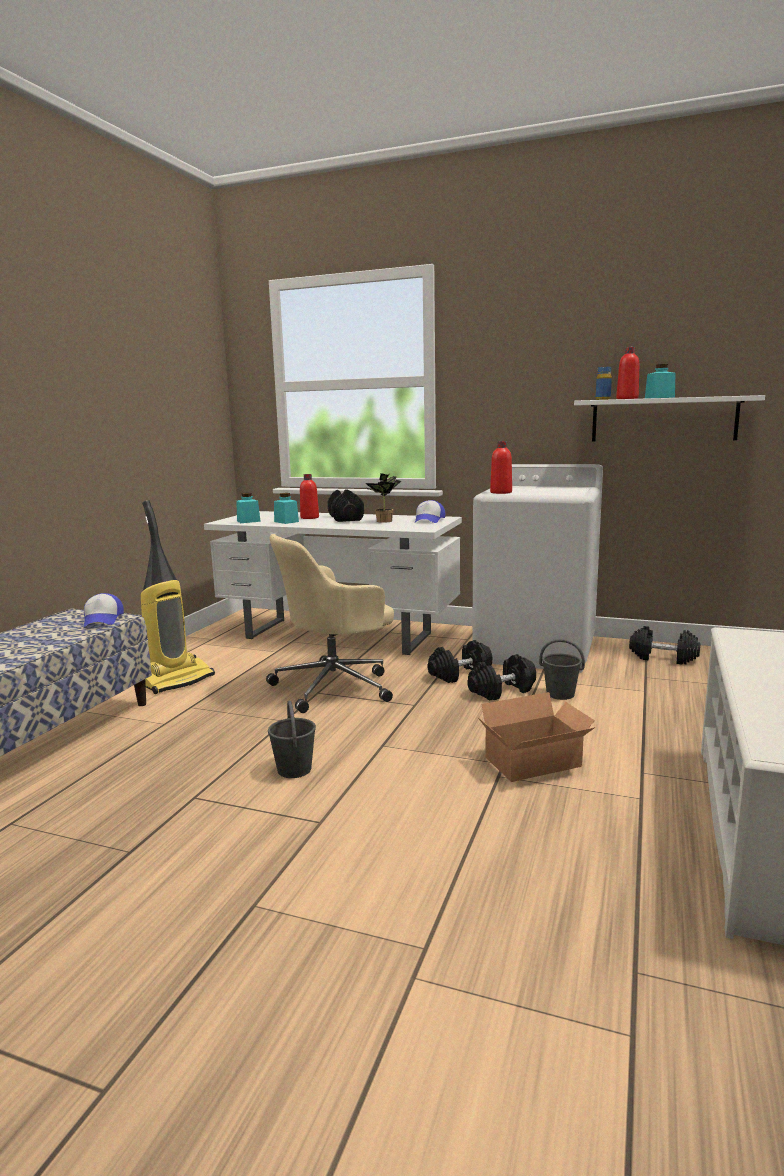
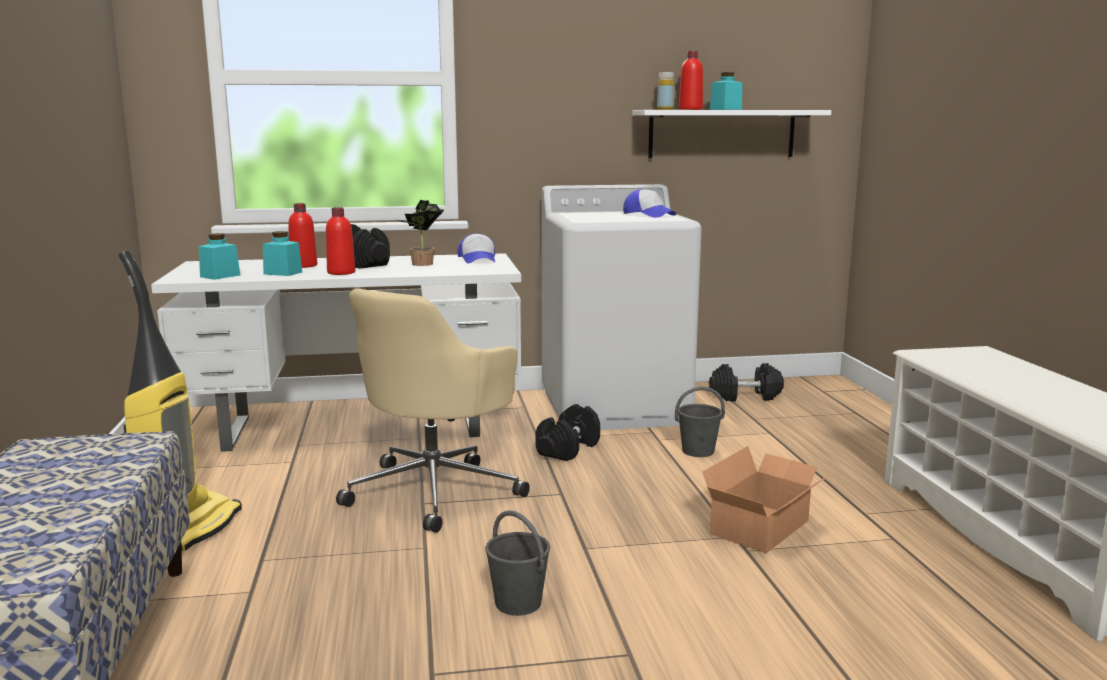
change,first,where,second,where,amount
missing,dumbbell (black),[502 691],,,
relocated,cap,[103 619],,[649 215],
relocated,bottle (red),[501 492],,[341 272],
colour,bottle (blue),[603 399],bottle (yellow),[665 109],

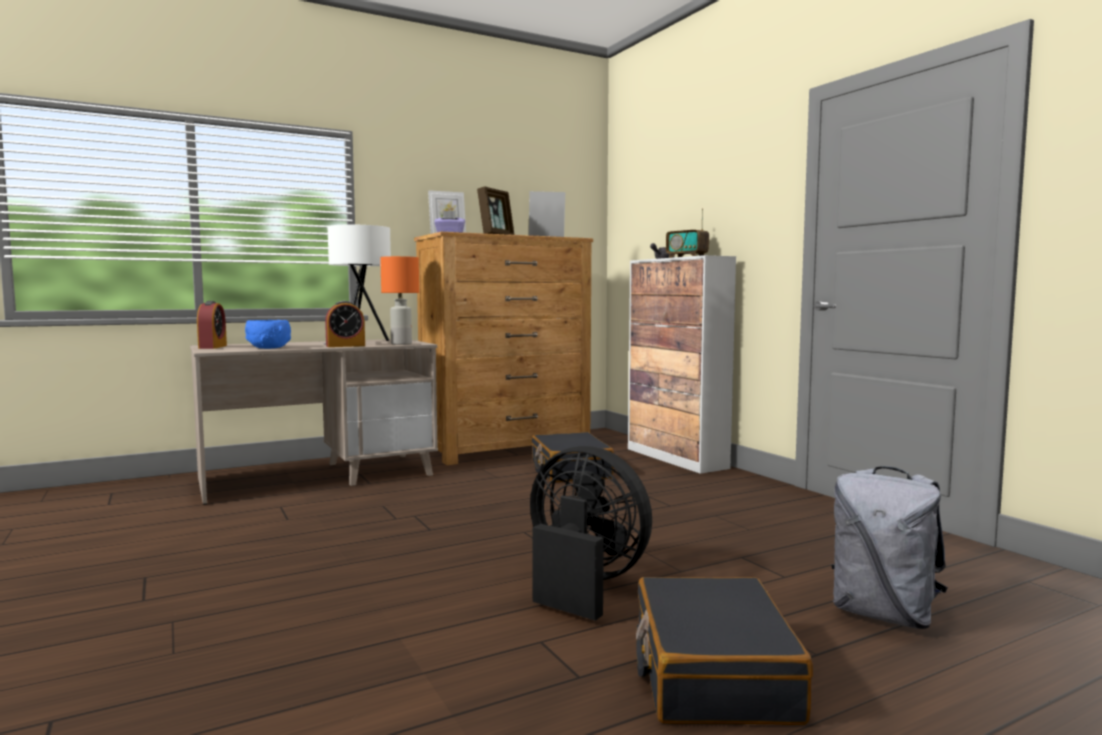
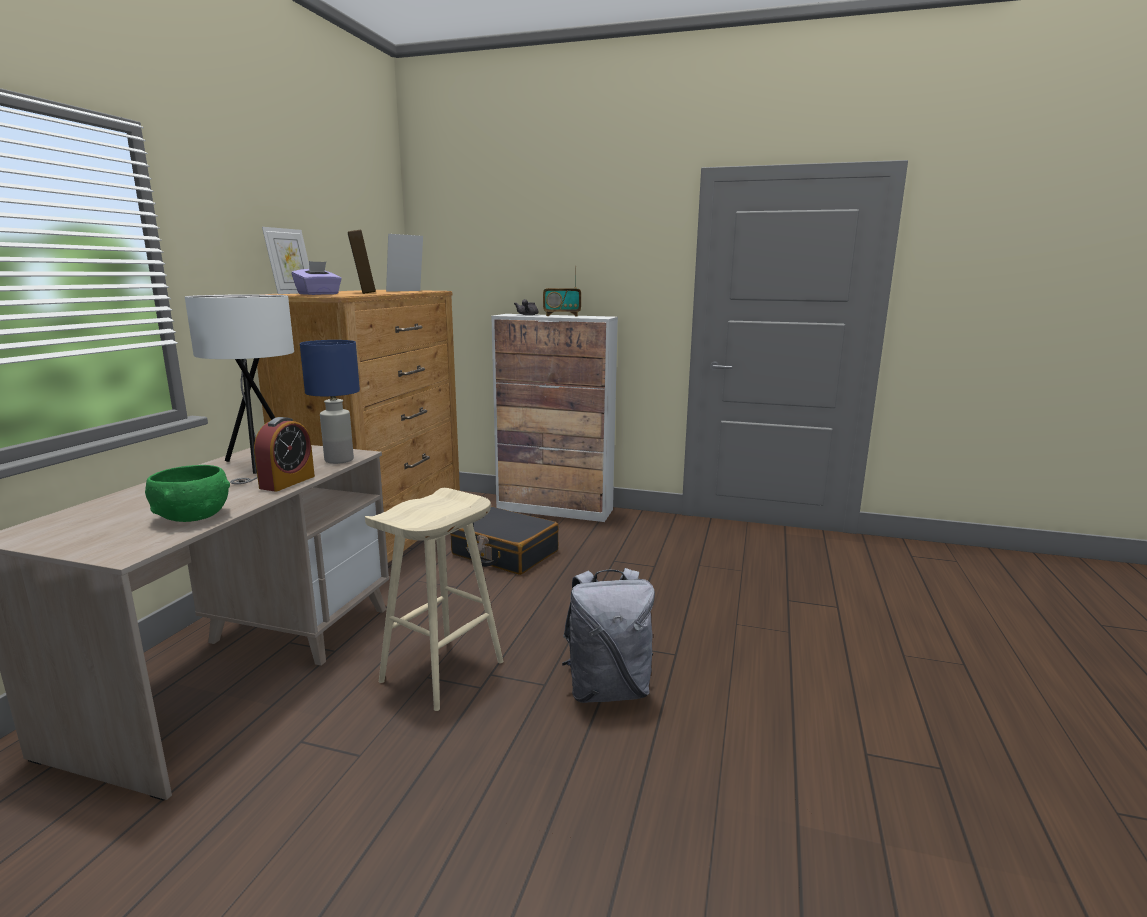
change,first,where,second,where,amount
missing,alarm clock,[212 347],,,
missing,fan (black),[583 584],,,
missing,suitcase (black),[712 673],,,
appeared,,,stool (beige),[442 672],
relocated,backpack (grey),[884 615],,[608 689],
colour,bowl (blue),[268 348],bowl (green),[192 517],
colour,table lamp (orange),[400 344],table lamp (blue),[338 460],

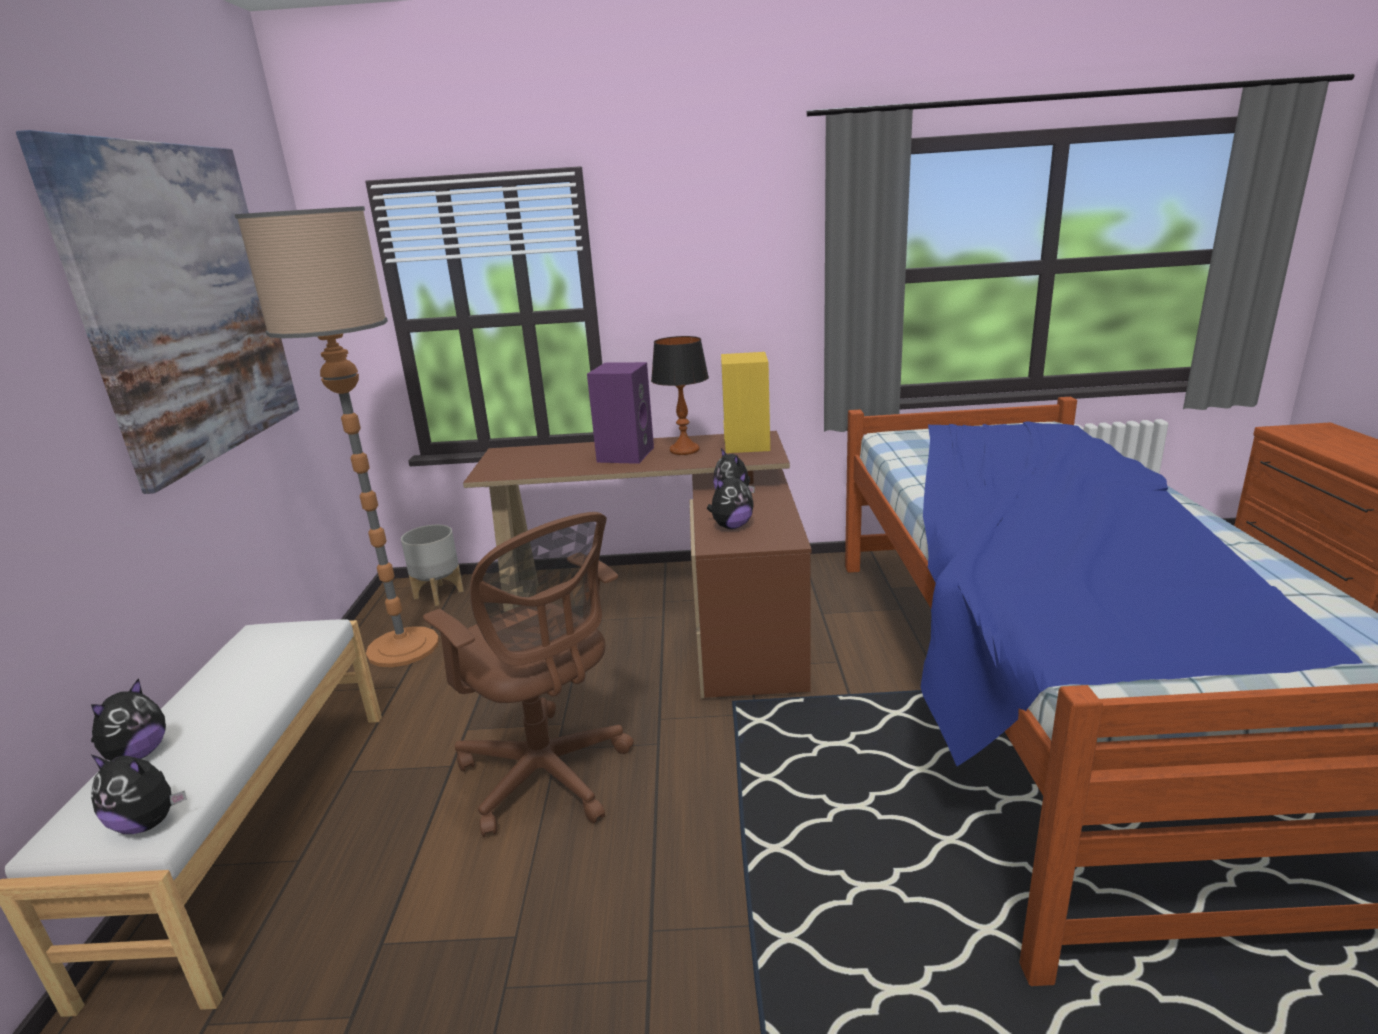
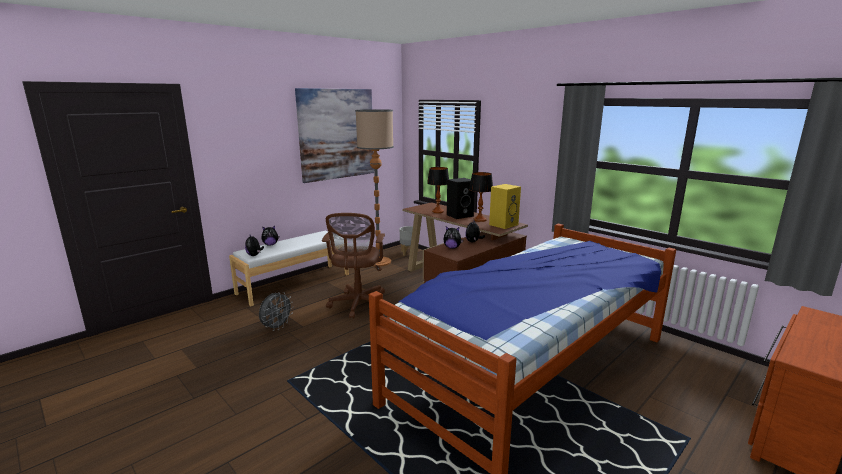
change,first,where,second,where,amount
appeared,,,fan (grey),[277 327],
appeared,,,table lamp,[438 211],
colour,speaker (purple),[625 454],speaker (black),[460 215],

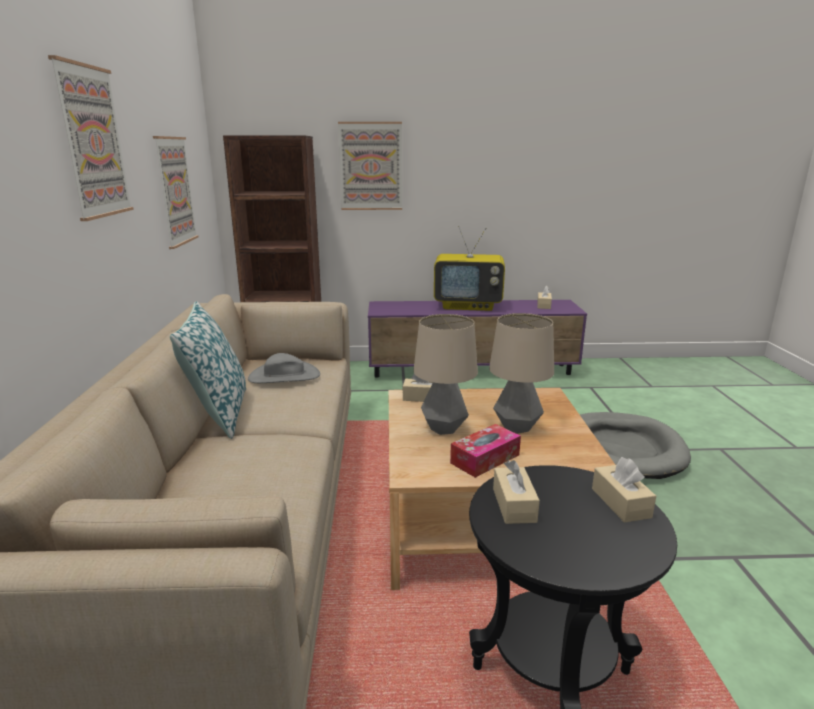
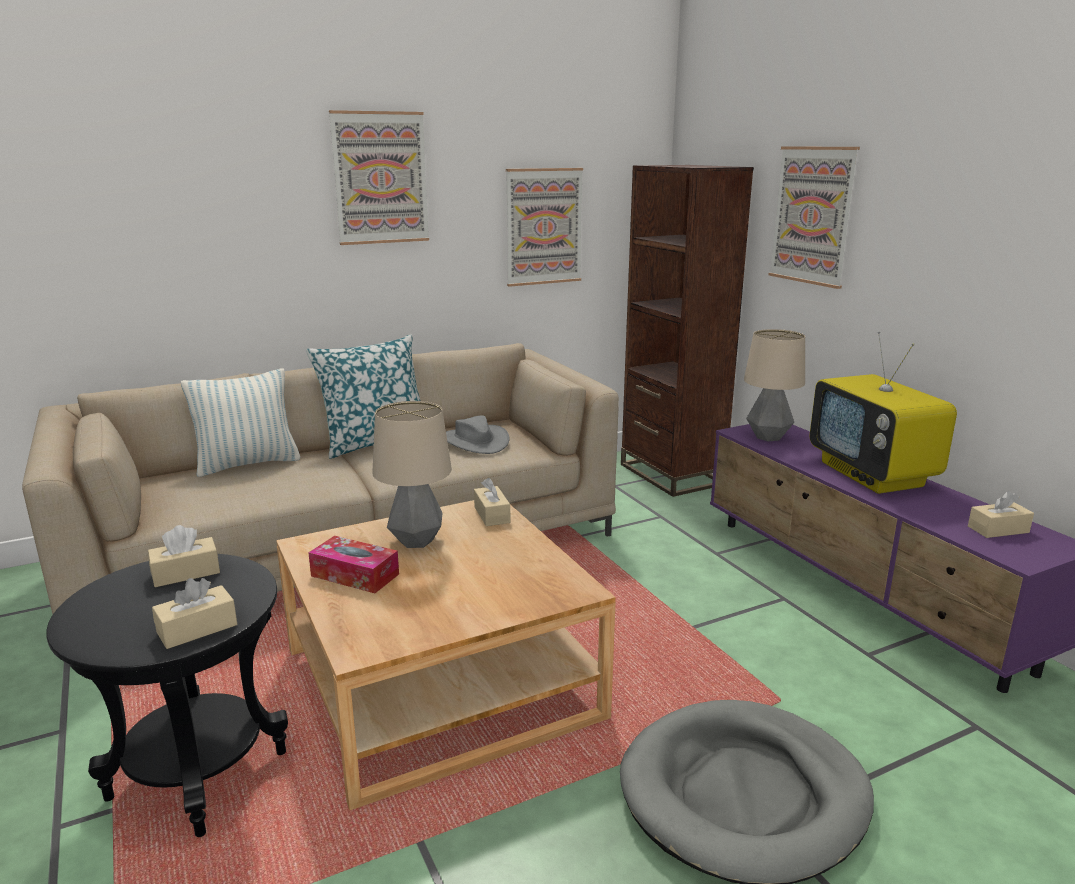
change,first,where,second,where,amount
appeared,,,pillow,[248 464],
relocated,table lamp,[517 427],,[768 437],

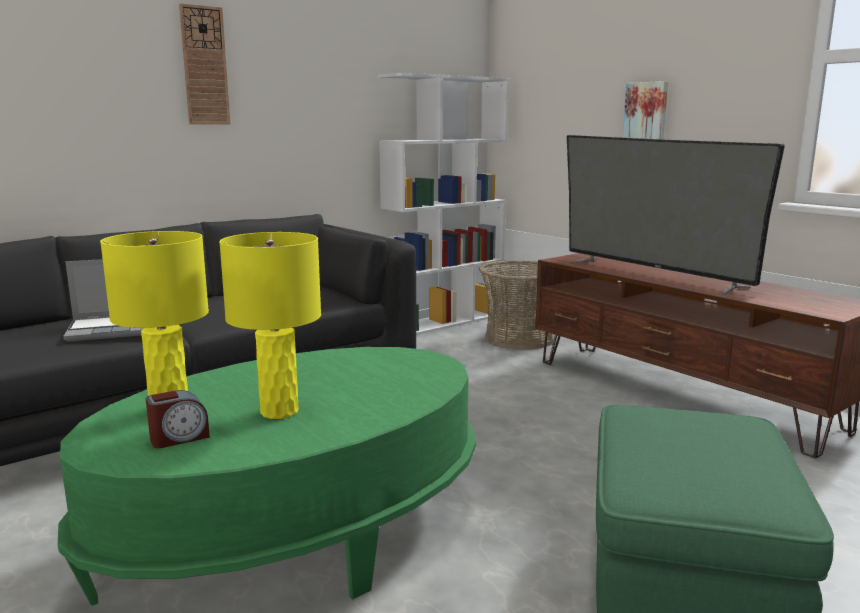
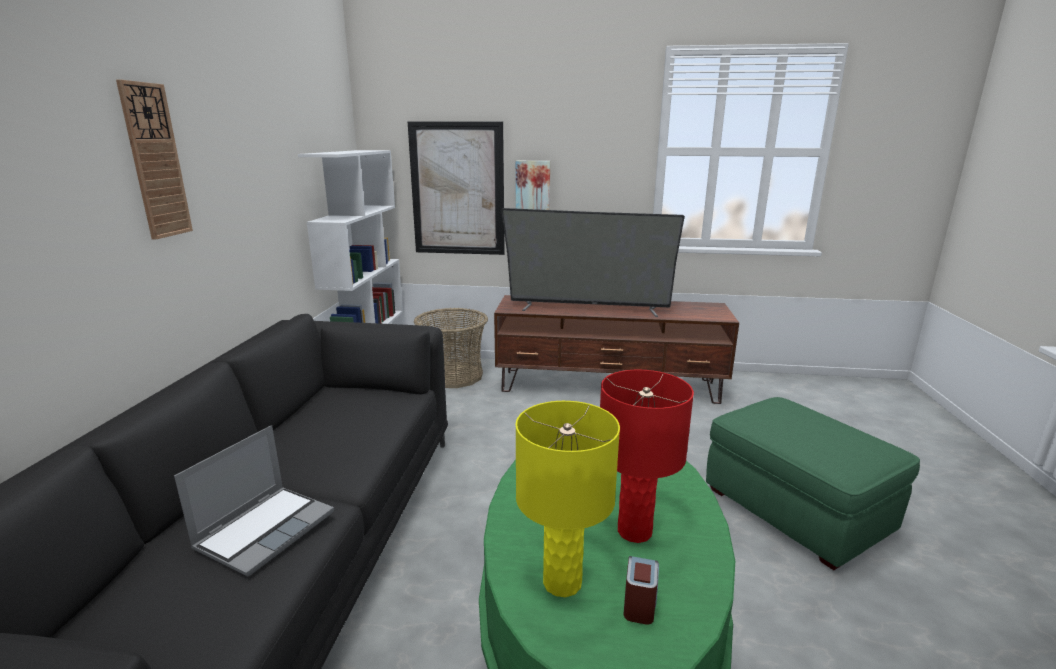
change,first,where,second,where,amount
appeared,,,picture,[457 189],
colour,table lamp (yellow),[279 411],table lamp (red),[634 531],

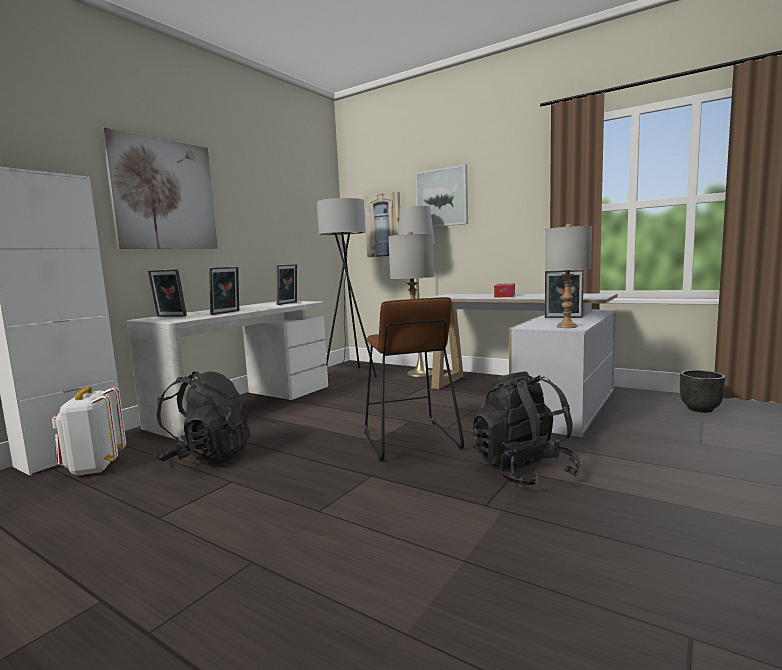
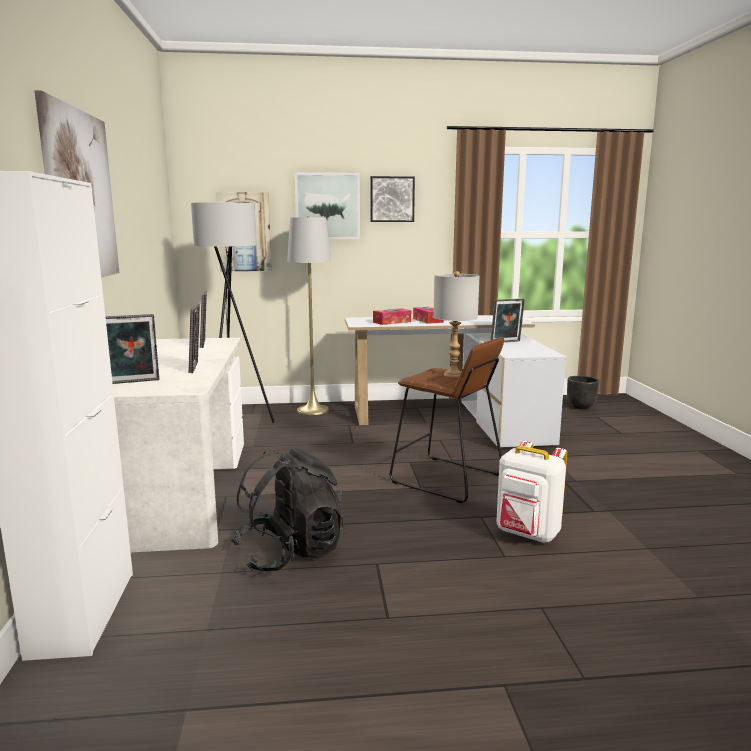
change,first,where,second,where,amount
missing,backpack (black),[523 470],,,
missing,table lamp (grey),[566 326],,,
appeared,,,picture,[392 199],
appeared,,,tissue box,[392 322],
relocated,backpack (white),[94 468],,[527 534],

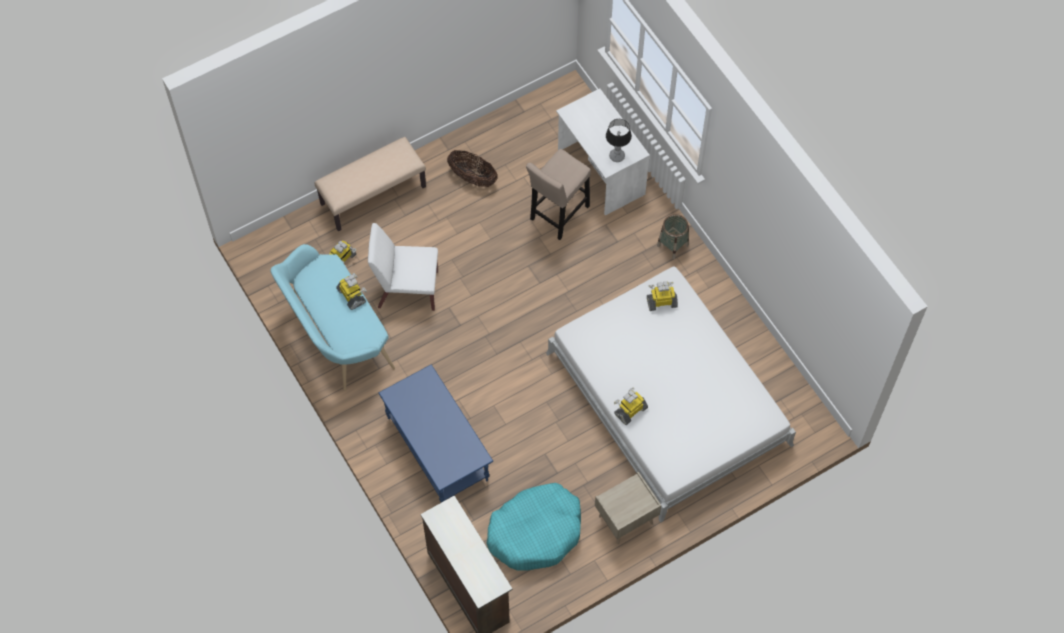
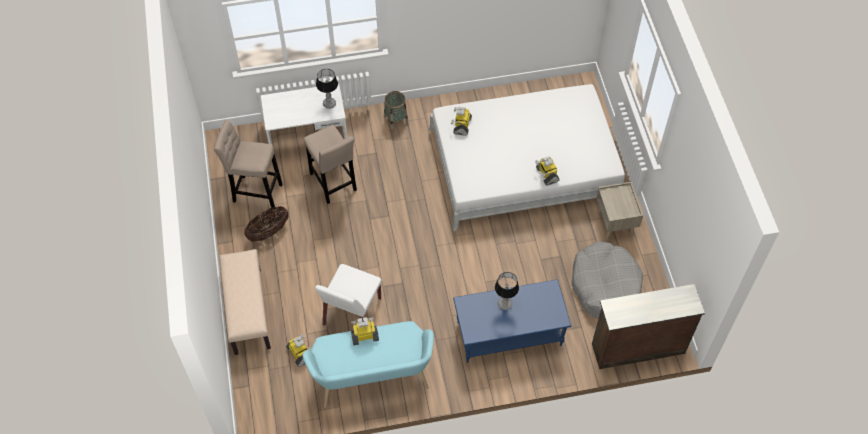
change,first,where,second,where,amount
appeared,,,stool (beige),[255 191],
appeared,,,table lamp,[505 304],
colour,dog bed (turquoise),[535 531],dog bed (grey),[605 286],

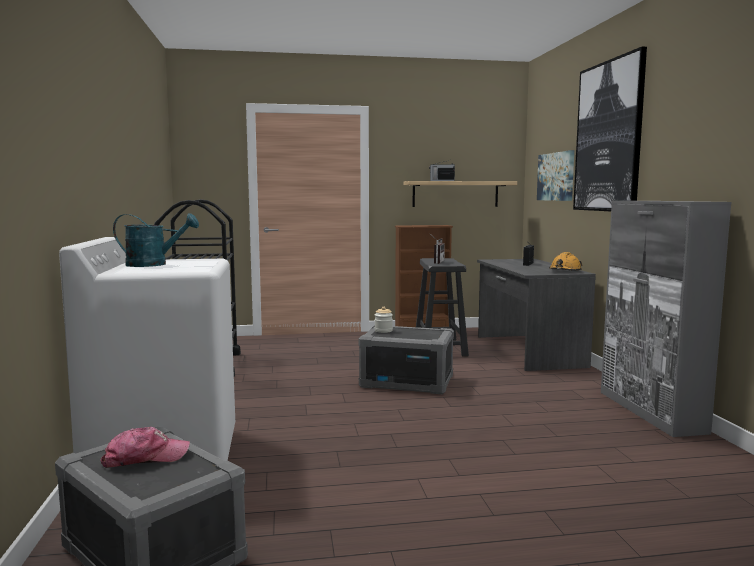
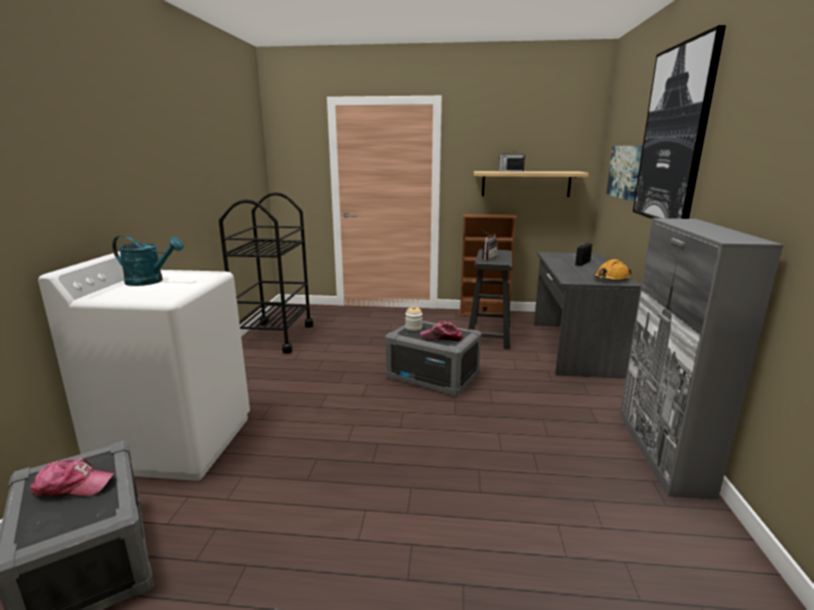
change,first,where,second,where,amount
appeared,,,cap,[442 338],

